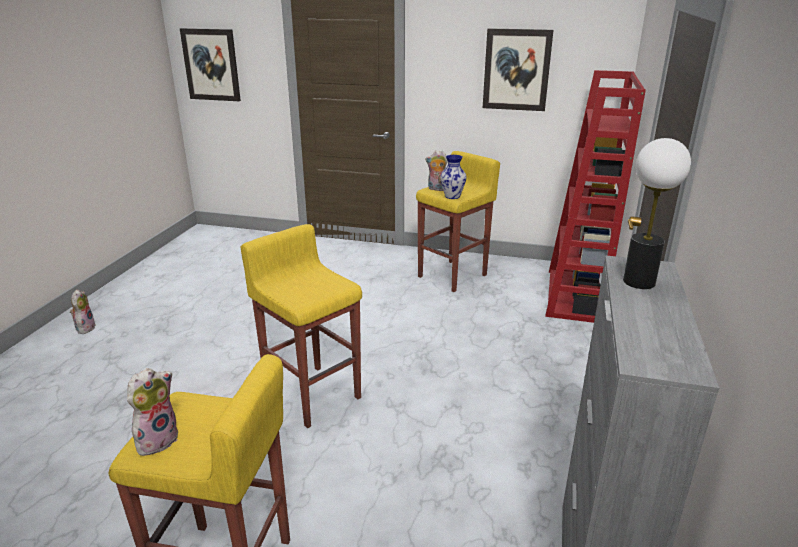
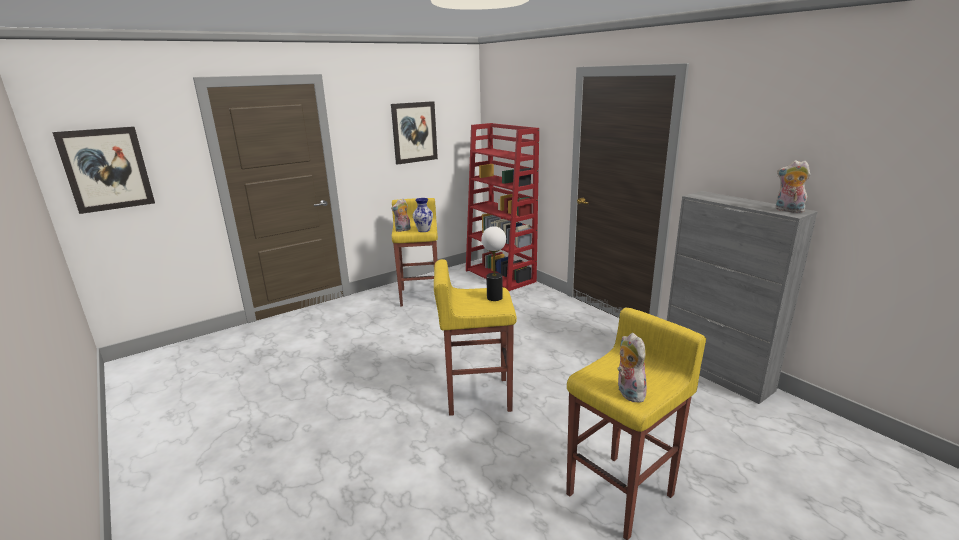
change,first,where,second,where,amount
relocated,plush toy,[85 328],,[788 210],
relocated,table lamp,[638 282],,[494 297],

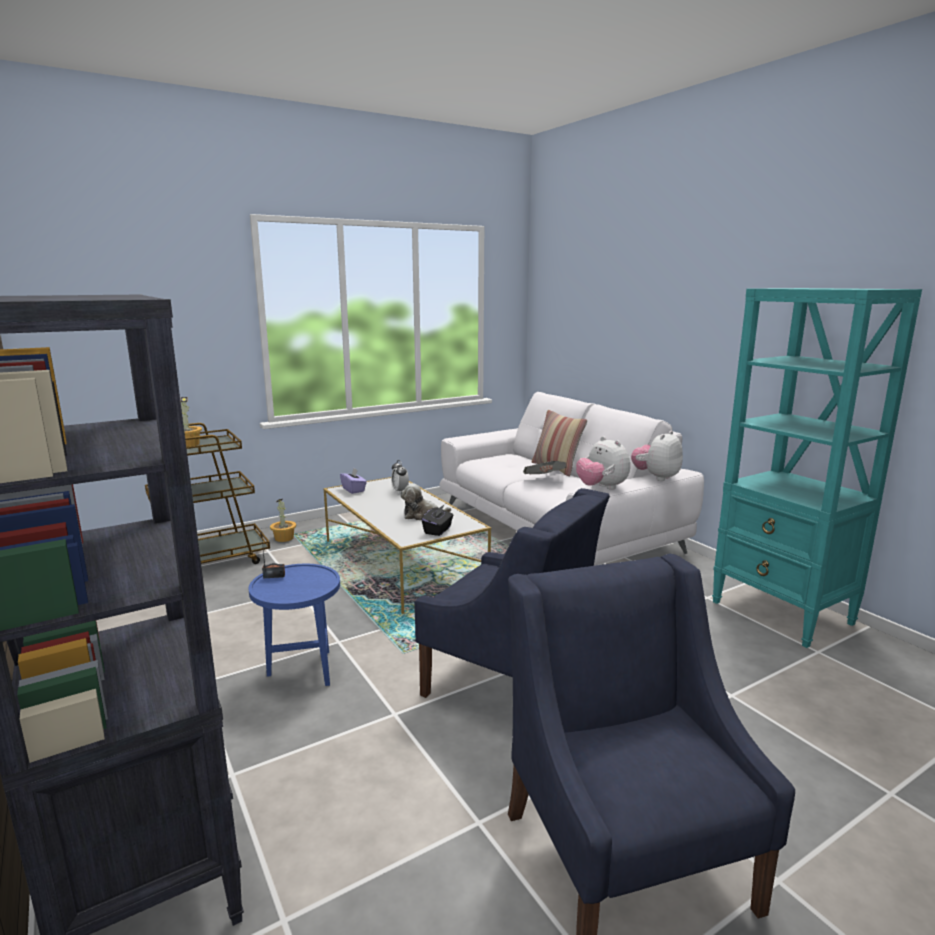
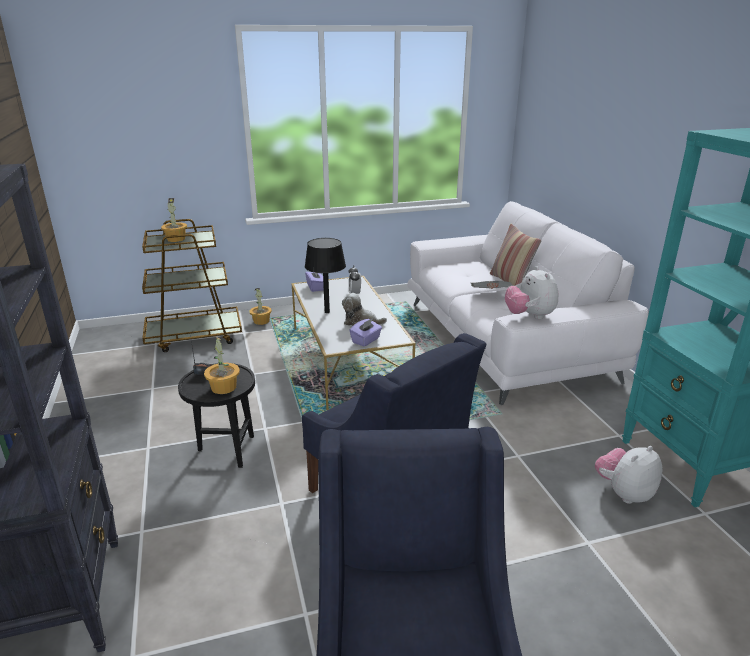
change,first,where,second,where,amount
appeared,,,potted plant,[223 387],
appeared,,,table lamp (black),[327 312],
relocated,plush toy,[656 477],,[624 493],
colour,side table (blue),[302 670],side table (black),[226 450],
colour,tissue box (black),[438 530],tissue box (purple),[366 340],

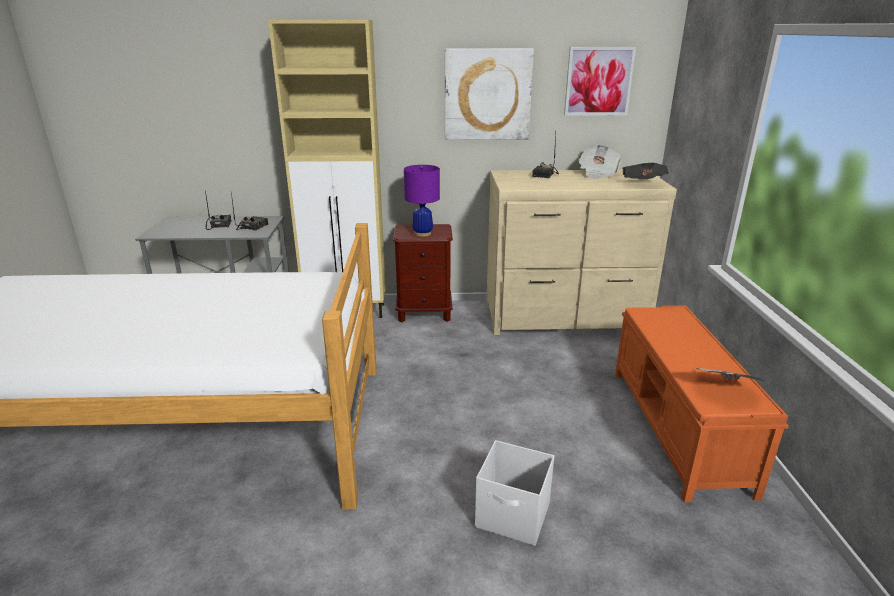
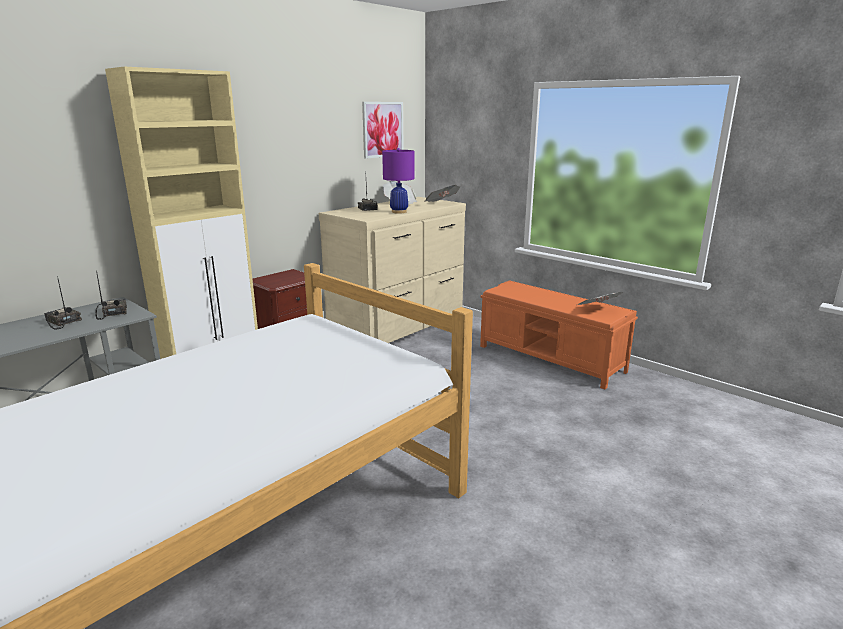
change,first,where,second,where,amount
missing,picture,[487 95],,,
missing,storage box (white),[513 516],,,
relocated,table lamp (purple),[422 234],,[399 212],

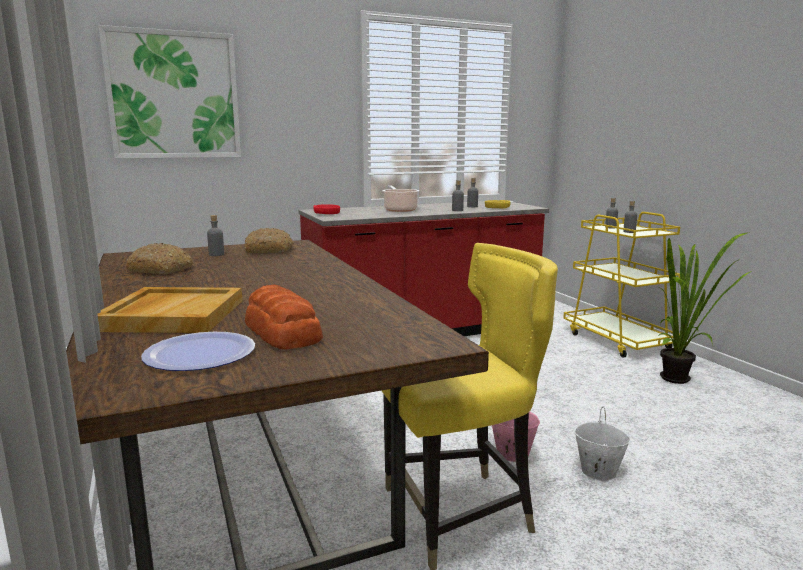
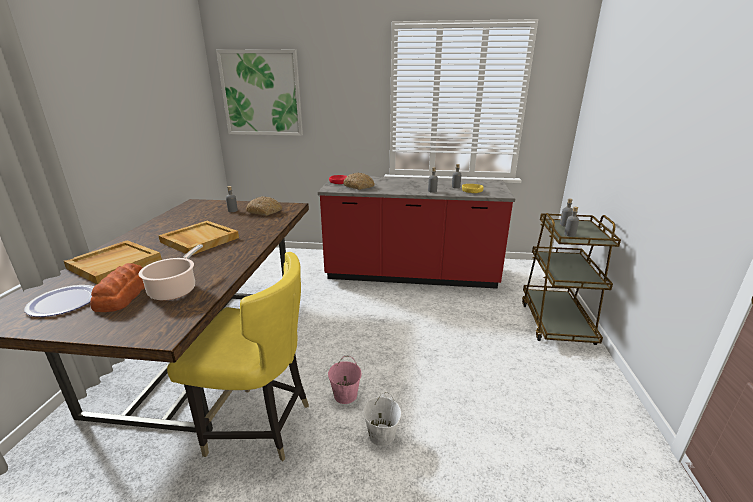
change,first,where,second,where,amount
missing,potted plant,[682 380],,,
appeared,,,tray (beige),[199 240],
relocated,bread,[161 270],,[359 186],
relocated,cooking pot,[399 210],,[175 289],
colour,cart (yellow),[618 340],cart (brown),[556 322],

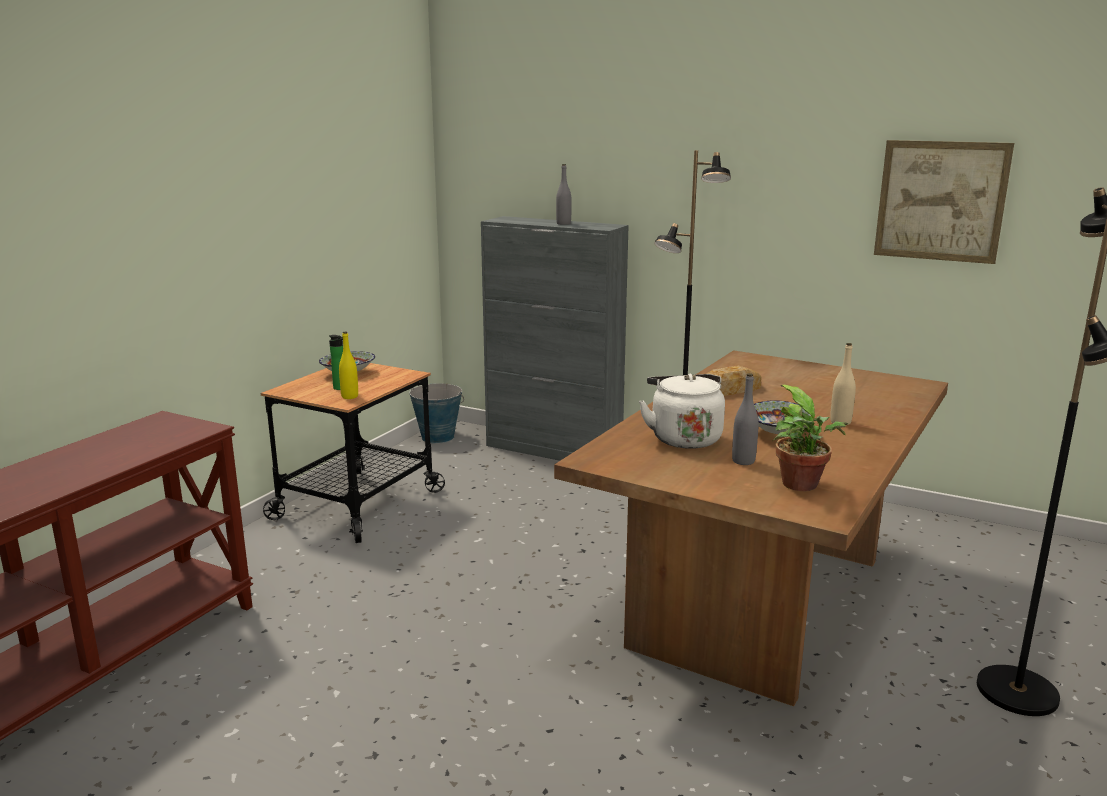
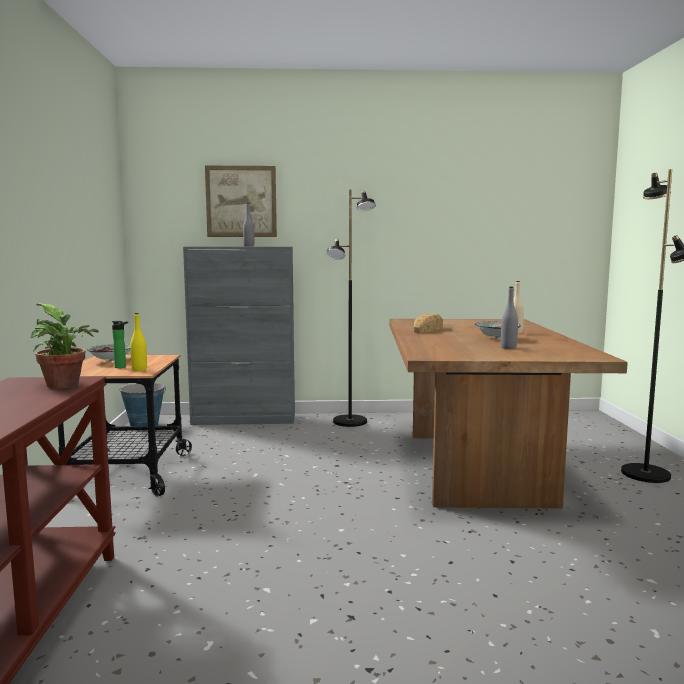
change,first,where,second,where,amount
missing,kettle (white),[683 438],,,
relocated,potted plant,[803 486],,[65 386],
relocated,picture,[940 201],,[241 201],

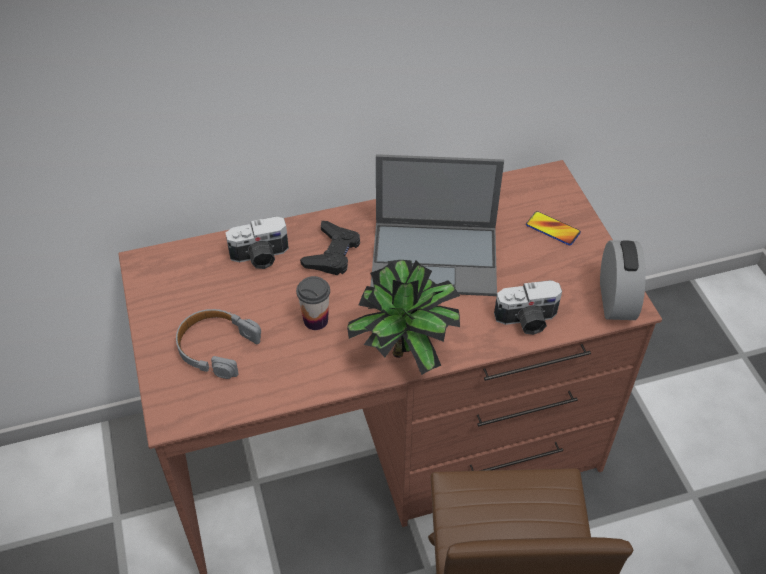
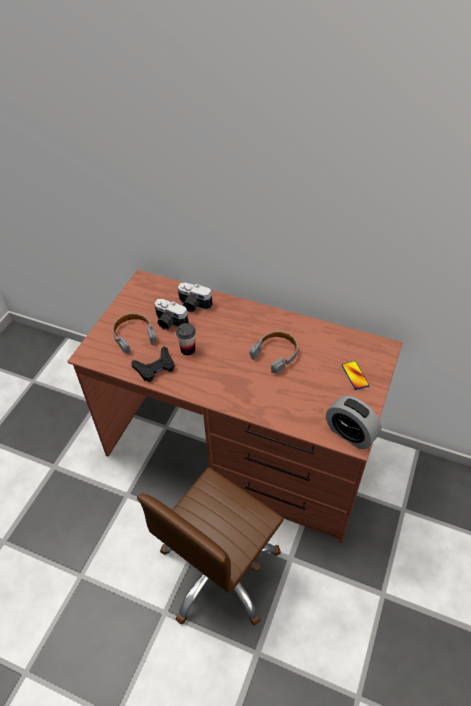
change,first,where,second,where,amount
missing,potted plant,[406 353],,,
relocated,game controller (black),[332 253],,[155 367],
relocated,photo camera,[527 321],,[169 323],
exchanged,laptop,[436 258],headphones (grey),[276 354],
spun,alarm clock,[615 300],,[350 433],90 degrees clockwise

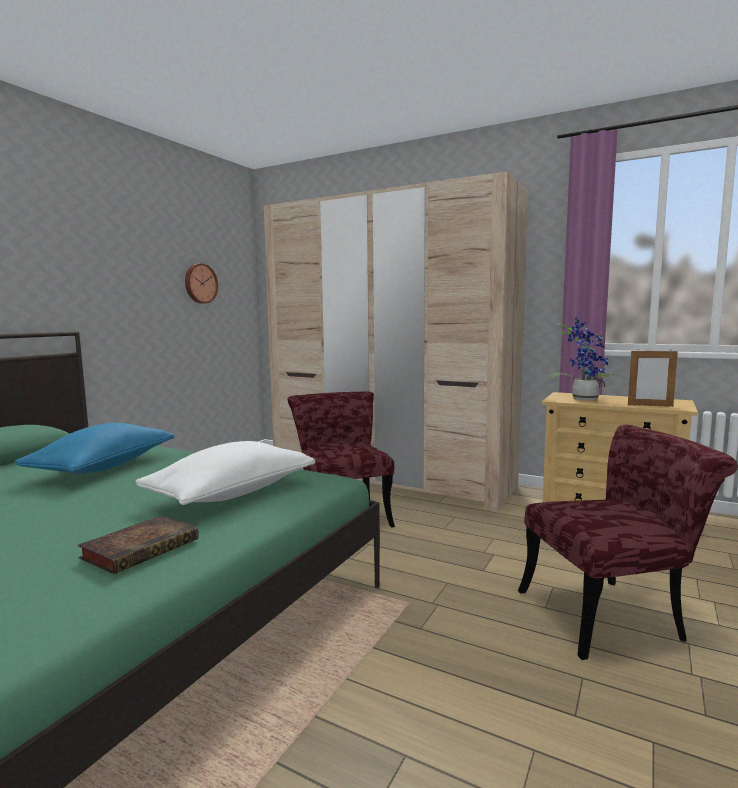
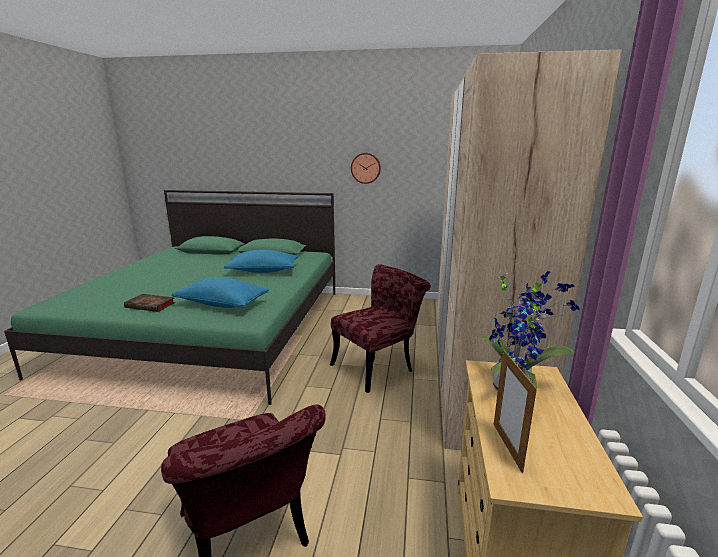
change,first,where,second,where,amount
relocated,wall clock,[200 283],,[366 168],
colour,pillow (white),[232 493],pillow (blue),[222 304],

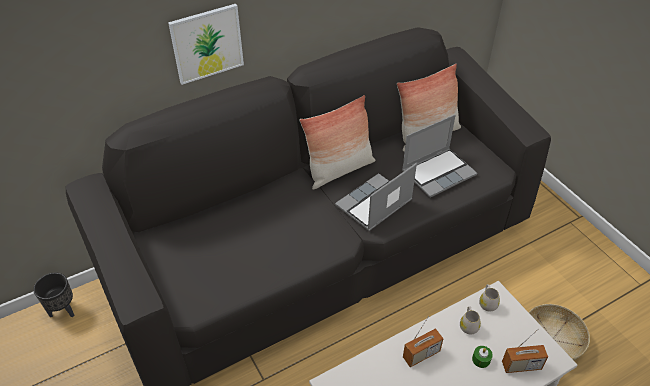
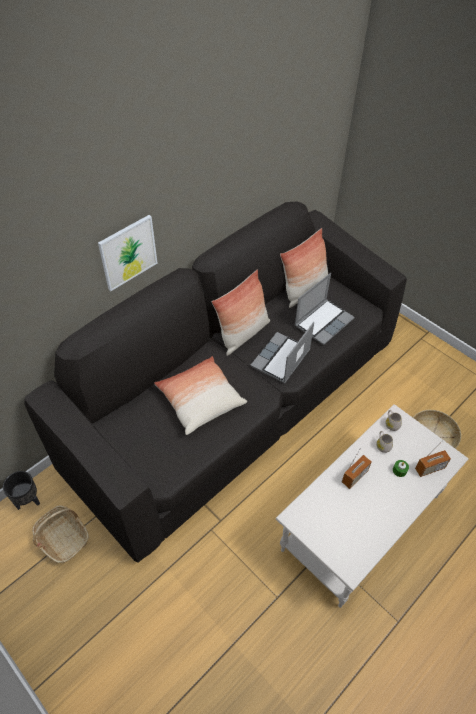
change,first,where,second,where,amount
appeared,,,basket,[63 538],
appeared,,,pillow,[200 401],

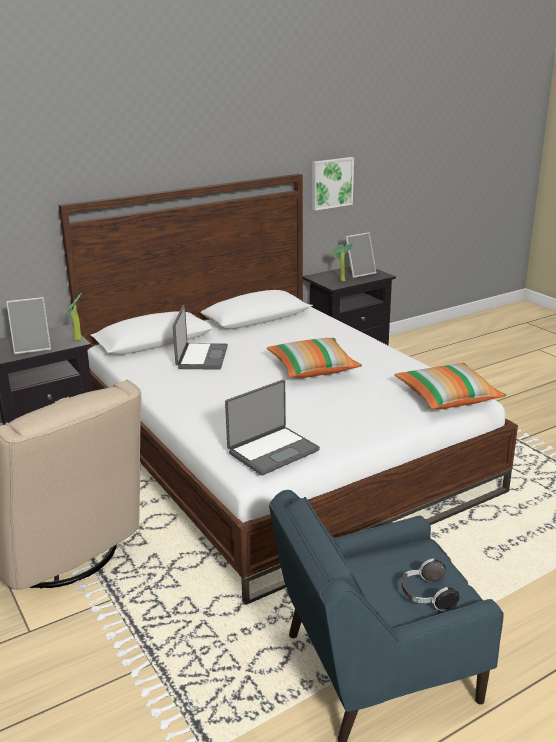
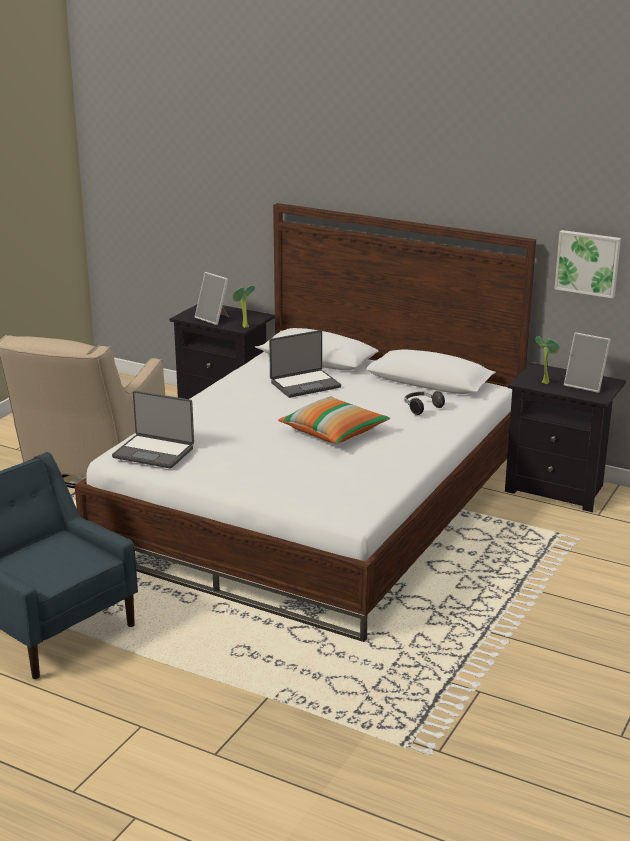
change,first,where,second,where,amount
missing,pillow,[447 398],,,
relocated,headphones,[426 596],,[421 408],

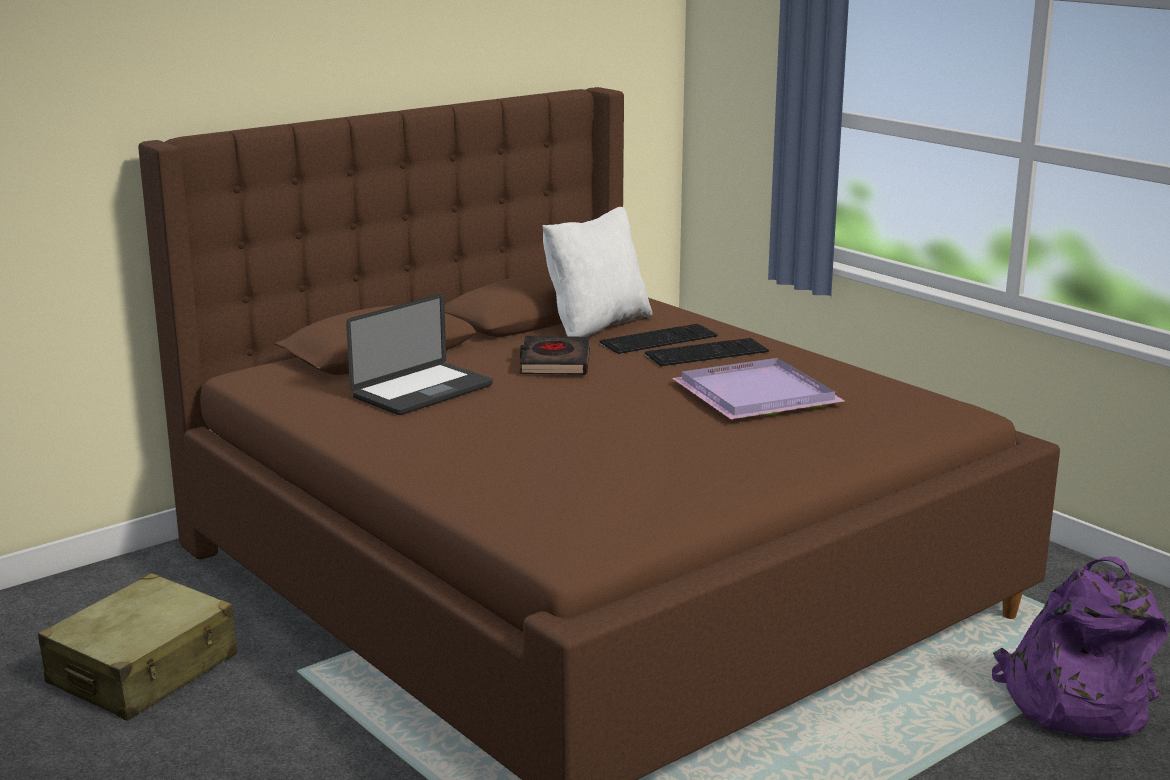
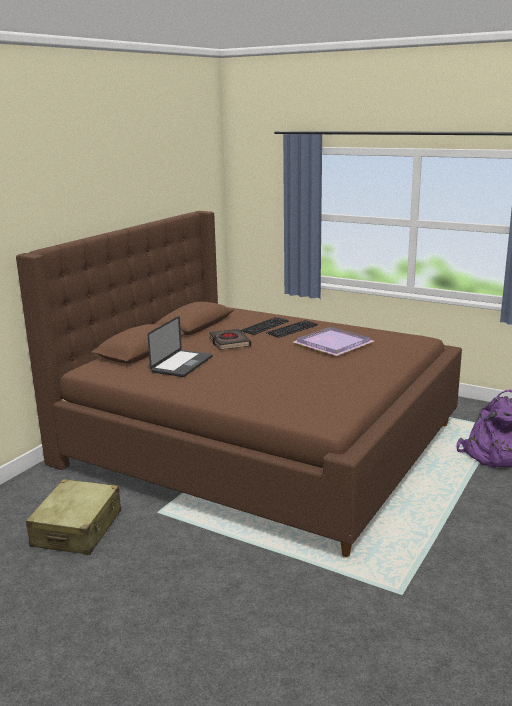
change,first,where,second,where,amount
missing,pillow (white),[596 325],,,

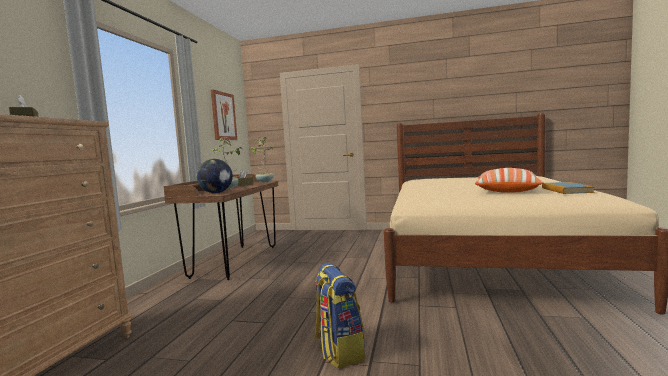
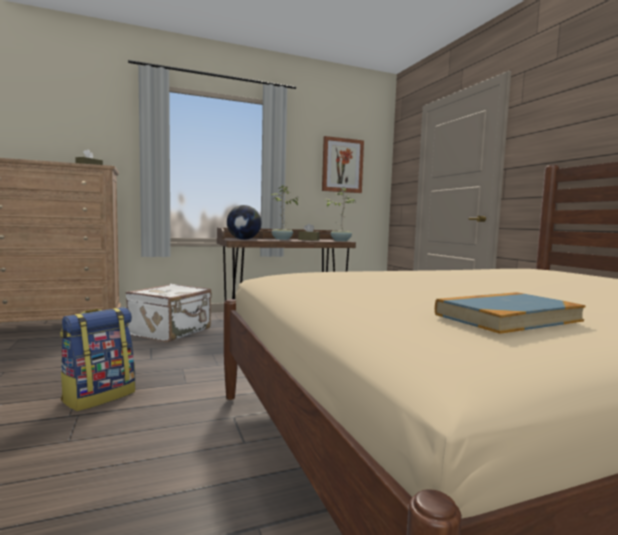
change,first,where,second,where,amount
missing,pillow,[506 191],,,
appeared,,,suitcase (white),[171 332],

